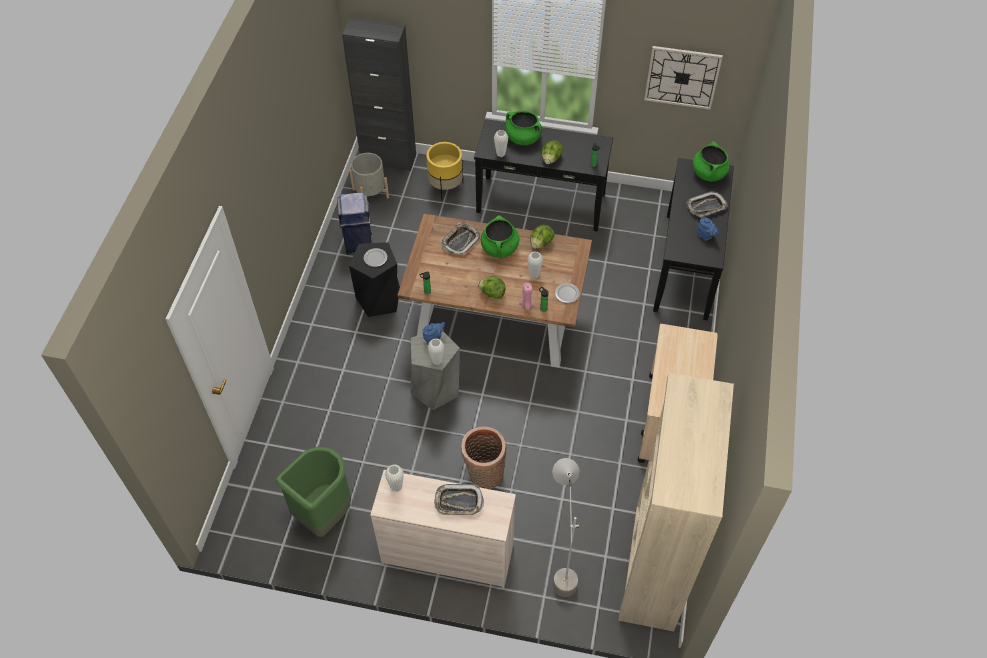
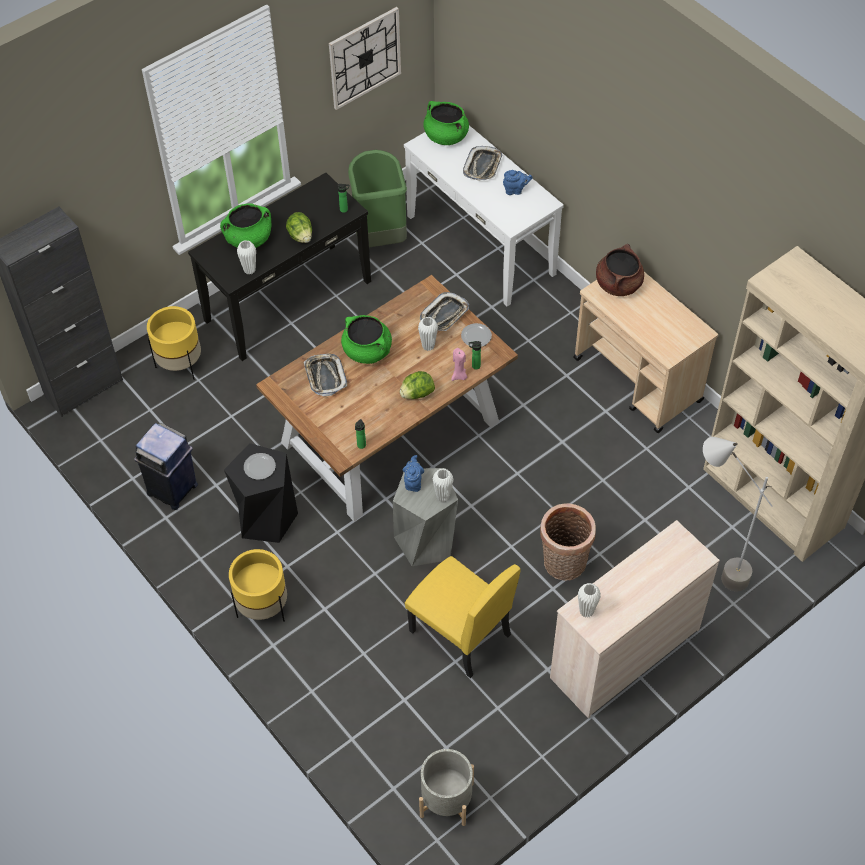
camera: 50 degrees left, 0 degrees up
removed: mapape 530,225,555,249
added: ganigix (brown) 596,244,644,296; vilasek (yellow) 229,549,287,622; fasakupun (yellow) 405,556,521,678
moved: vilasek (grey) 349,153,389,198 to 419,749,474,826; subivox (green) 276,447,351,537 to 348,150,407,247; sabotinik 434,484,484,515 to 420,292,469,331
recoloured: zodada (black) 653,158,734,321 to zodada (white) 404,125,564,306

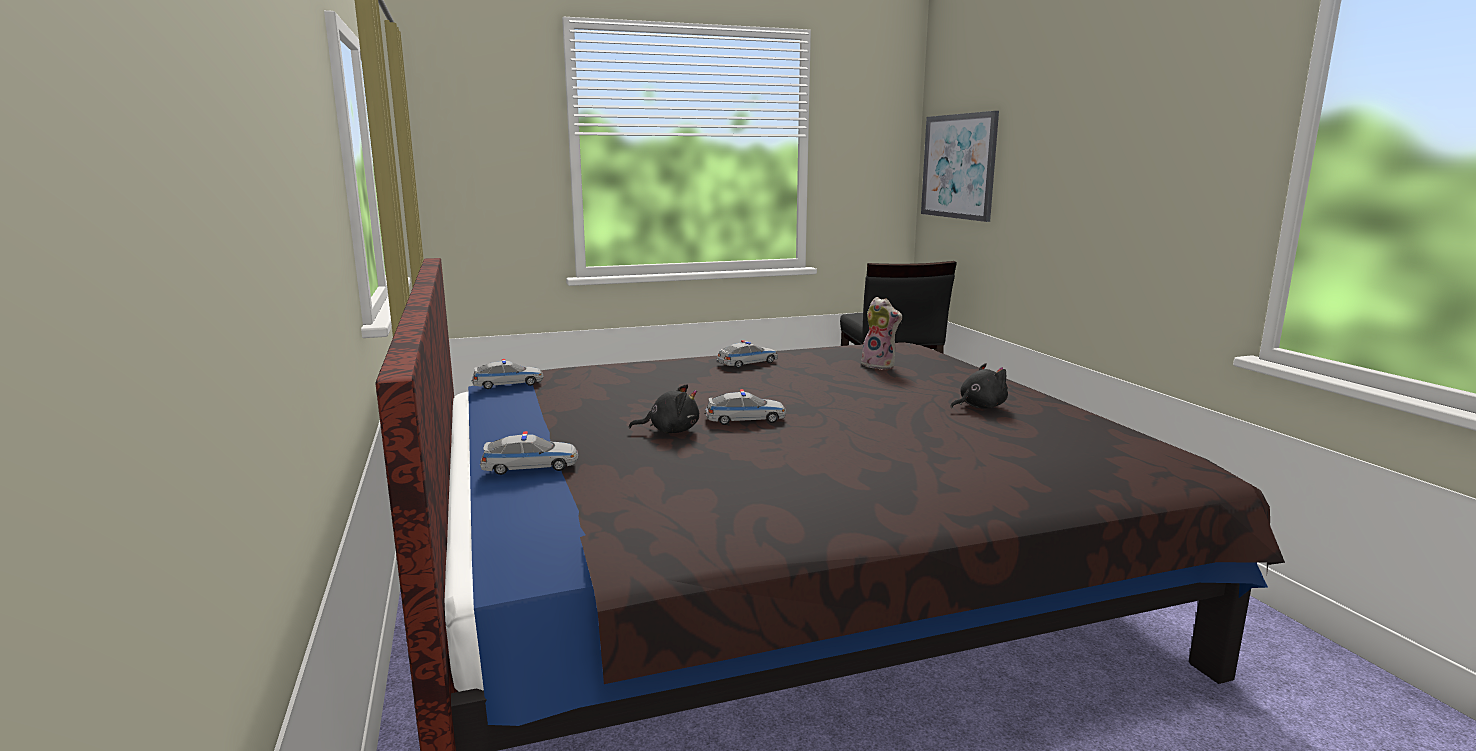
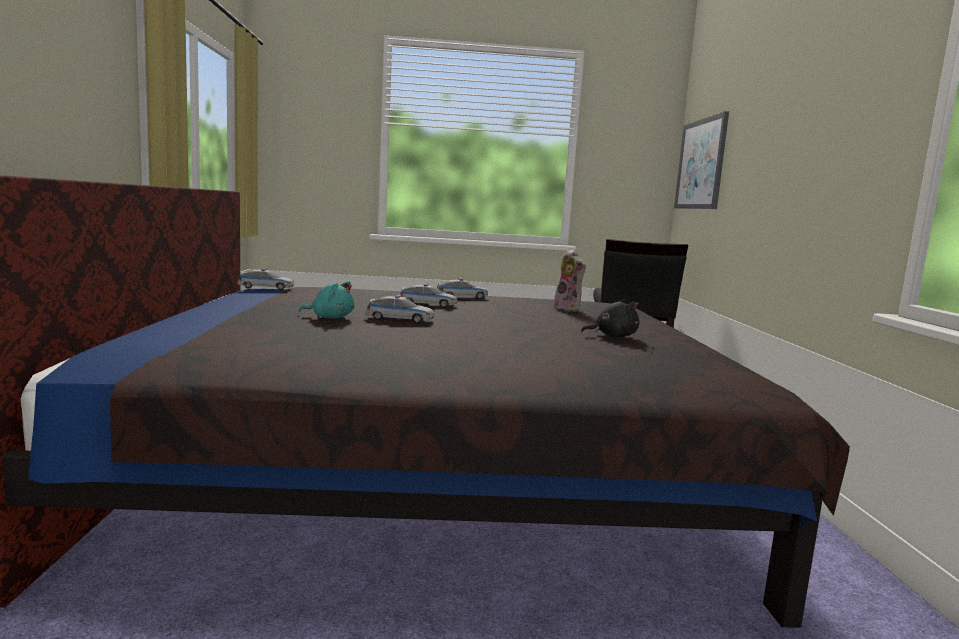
camera: 15 degrees right, 5 degrees down
moved: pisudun 480,431,578,475 to 400,283,457,308
recoloured: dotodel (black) 629,384,699,434 to dotodel (turquoise) 299,281,354,319

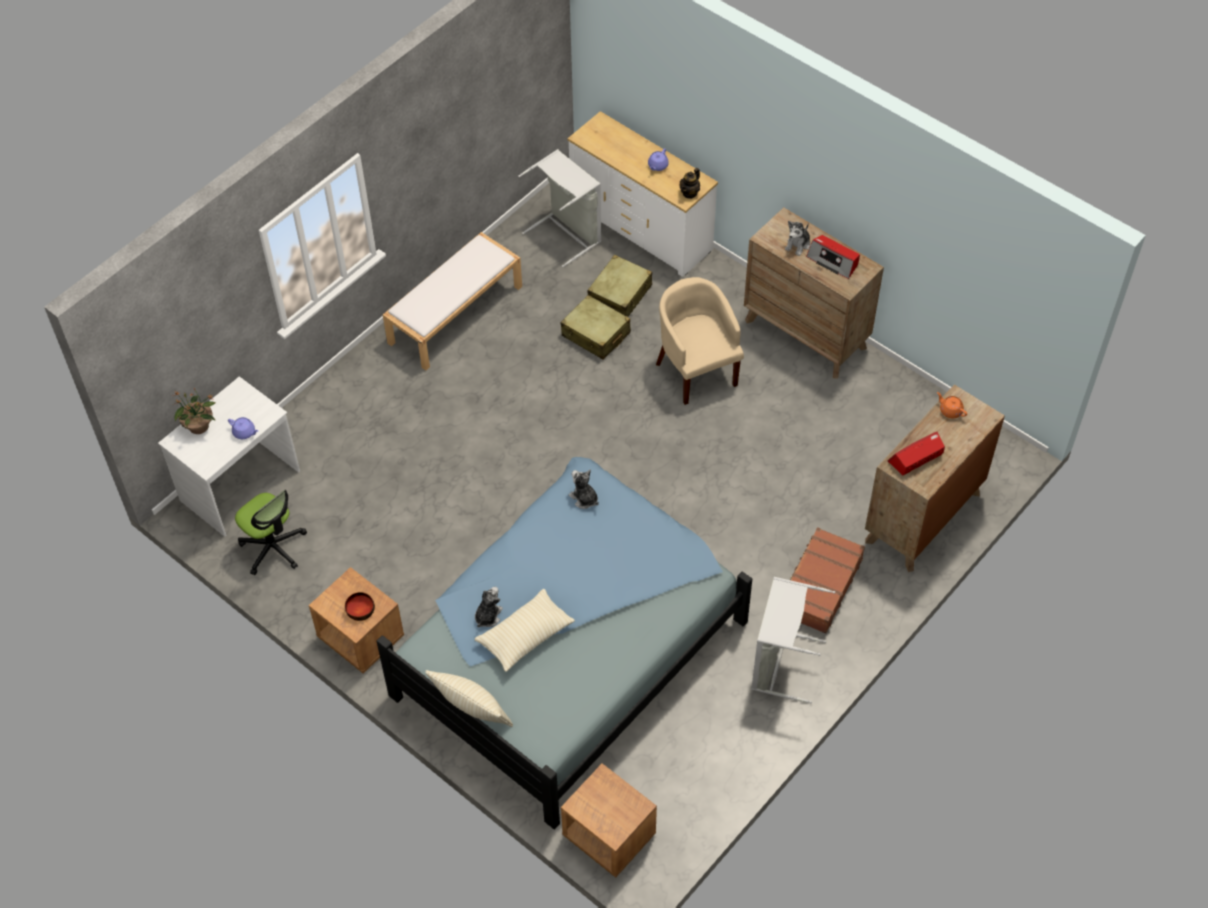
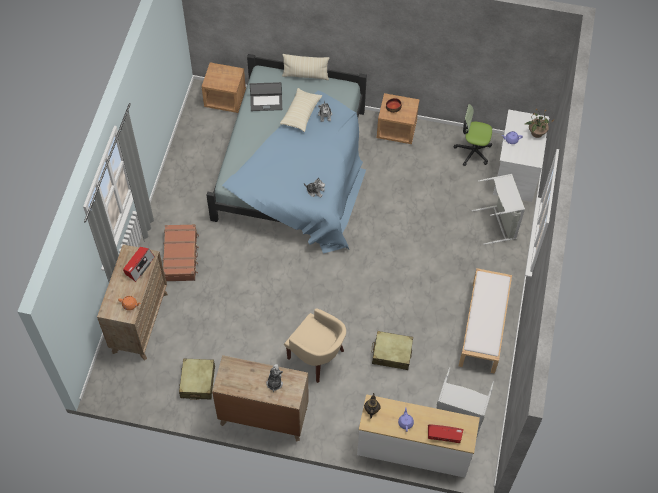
camera: 150 degrees right, 5 degrees up
added: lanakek 250,82,282,111
moved: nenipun 806,235,860,279 to 428,424,464,443; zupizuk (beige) 588,255,652,317 to 179,359,215,400; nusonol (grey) 751,577,835,703 to 472,174,525,245

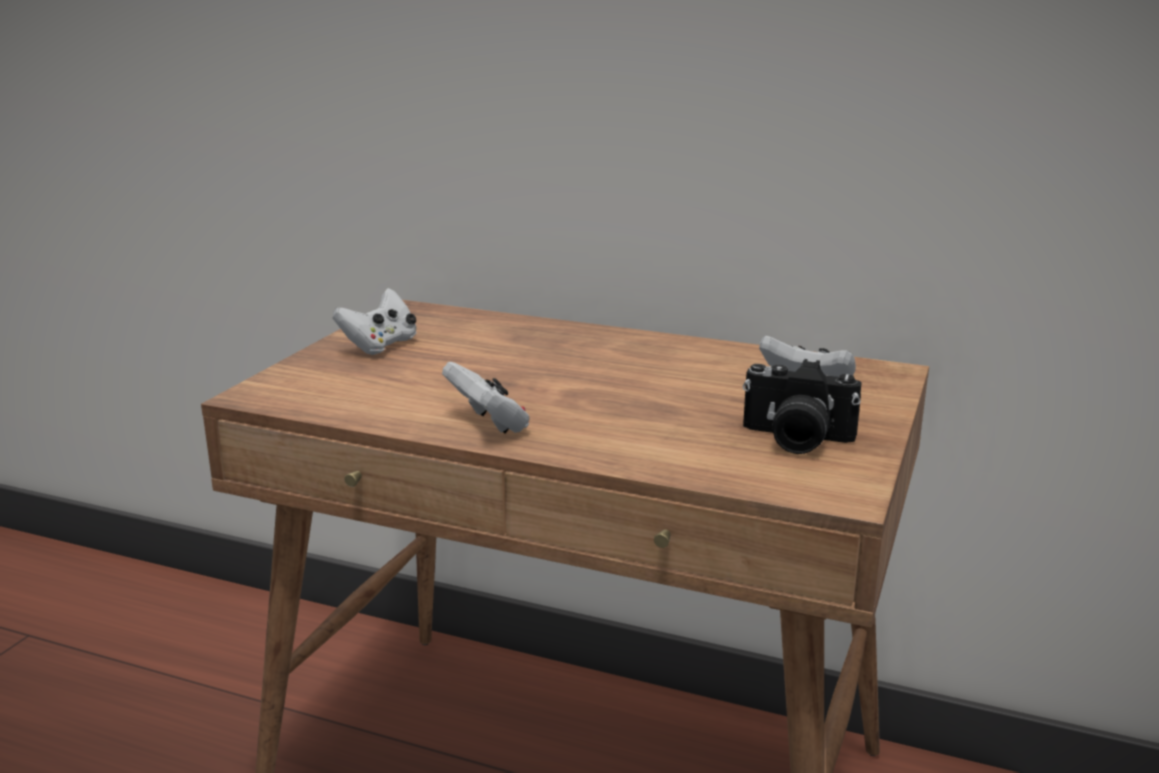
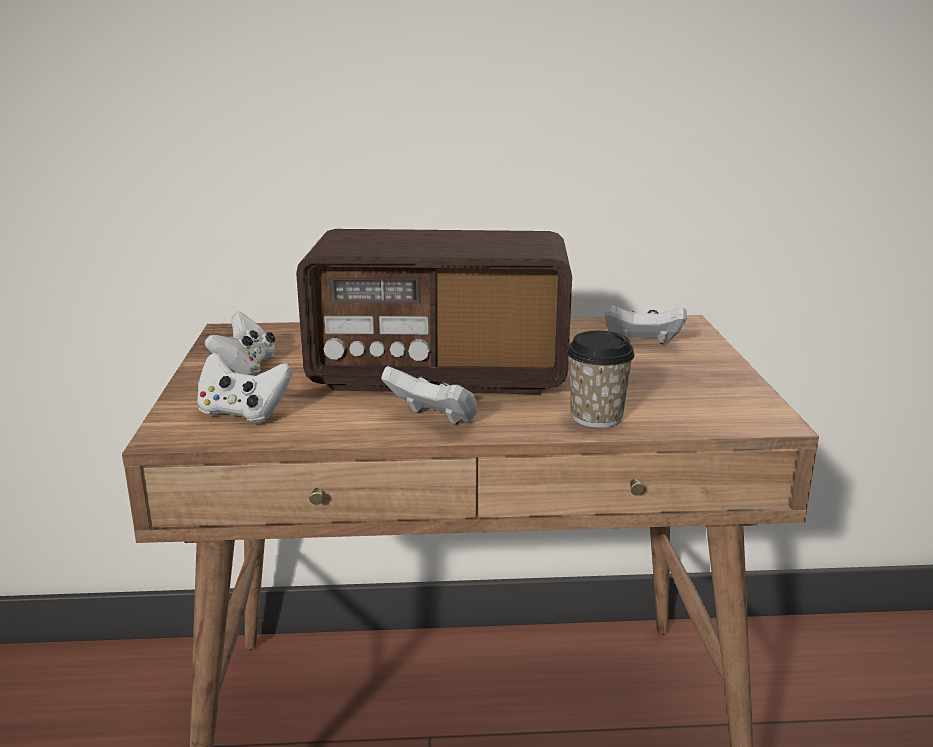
camera: 25 degrees left, 0 degrees up
removed: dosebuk 743,359,862,454
added: nenipun 296,229,572,394; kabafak 567,331,635,428; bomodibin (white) 197,352,293,423

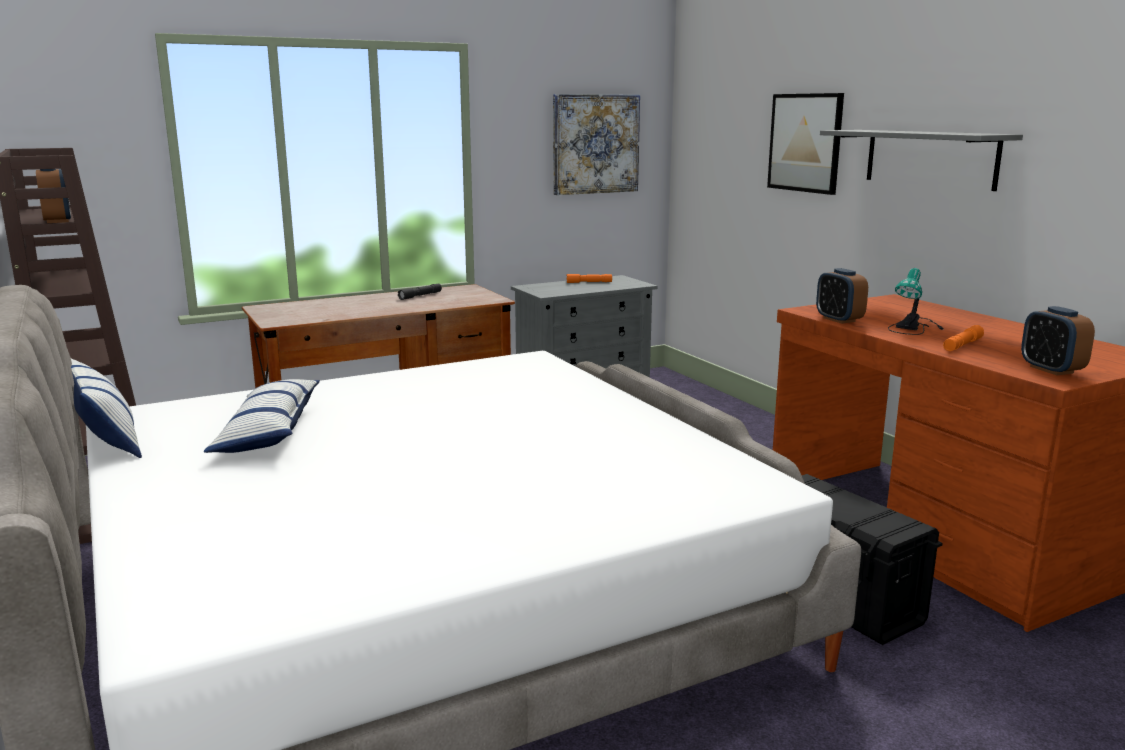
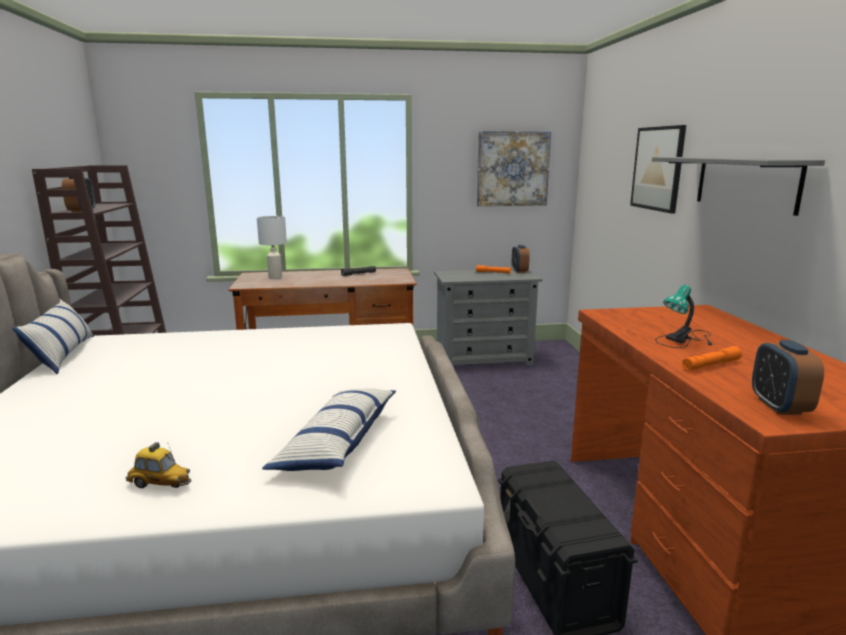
camera: 20 degrees right, 0 degrees up
added: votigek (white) 257,216,287,279; pisudun 125,442,191,488
moved: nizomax 816,268,868,324 to 512,245,530,273; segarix 204,379,320,453 to 262,388,396,471

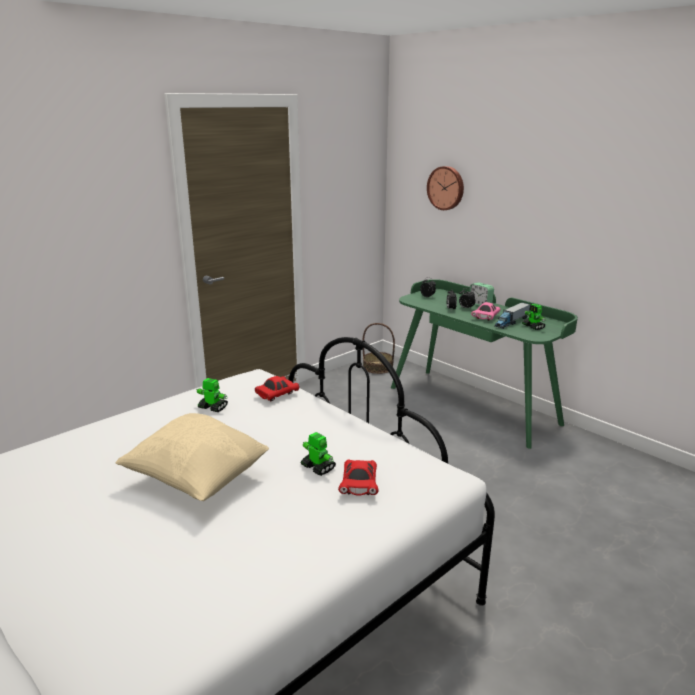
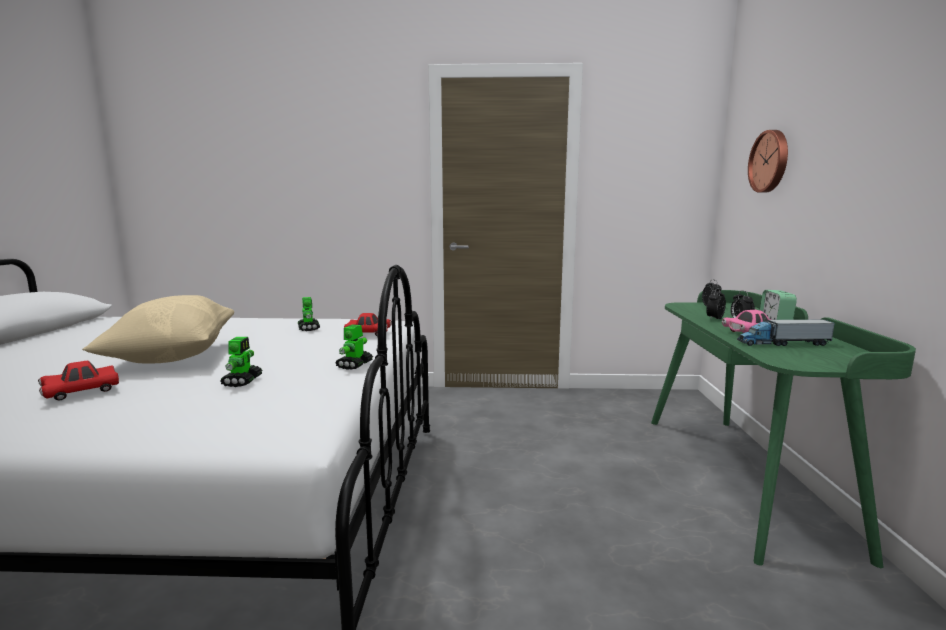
camera: 45 degrees right, 10 degrees down
removed: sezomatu 362,323,395,374
moved: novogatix 522,304,545,330 to 336,324,373,370; pisudun (red) 338,459,379,496 to 38,361,119,400

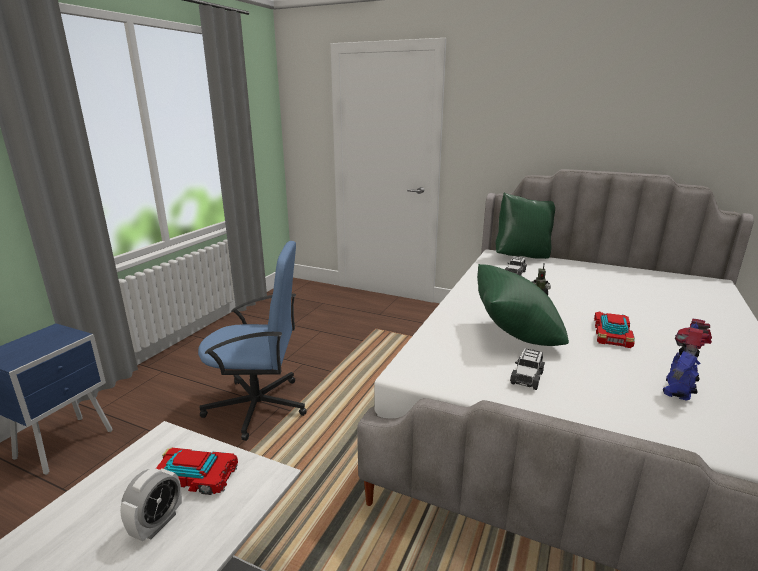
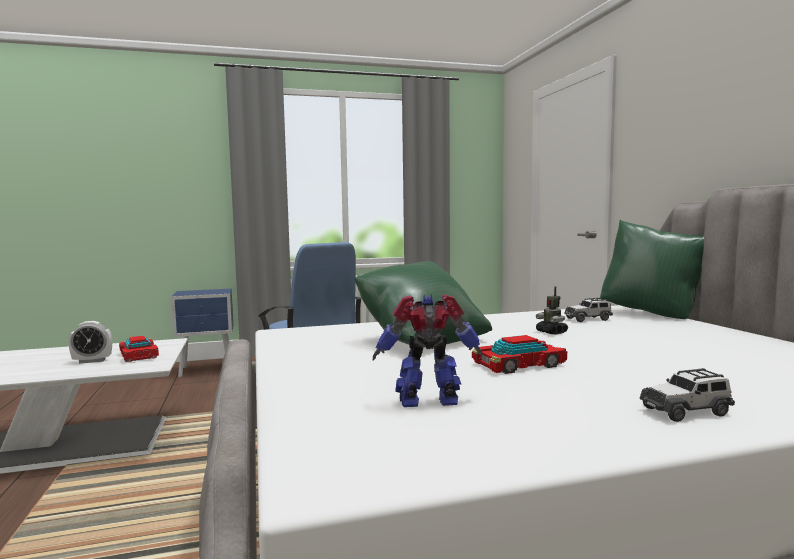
camera: 50 degrees right, 15 degrees down
moved: pisudun 510,348,545,390 to 639,368,735,422

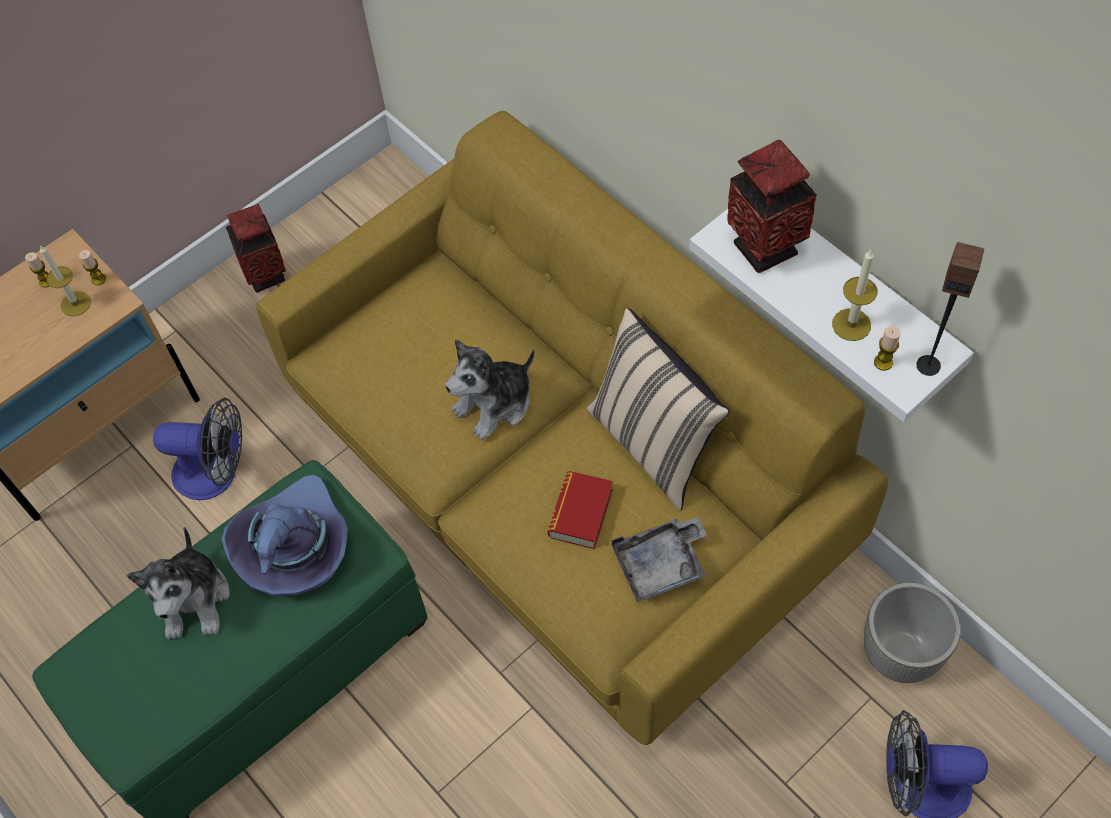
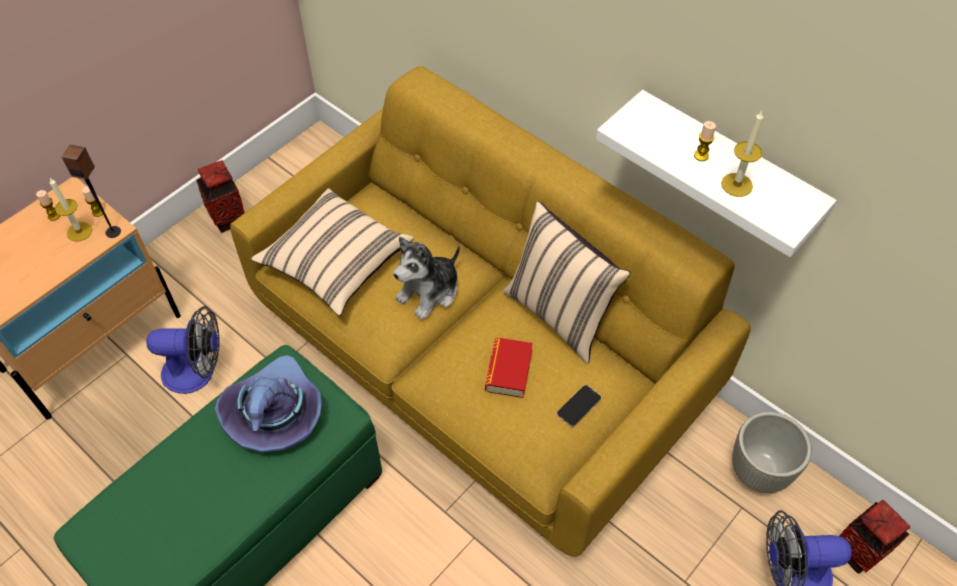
camera: 10 degrees left, 5 degrees down
removed: dotodel 127,527,230,639
added: segarix (beige) 252,188,413,316
moved: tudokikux 727,140,817,273 to 840,500,910,573; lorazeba 916,242,984,376 to 62,144,121,238; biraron 874,326,901,371 to 694,121,716,161
replaced: sabotinik (grey) 612,517,707,603 to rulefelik 557,385,601,427

